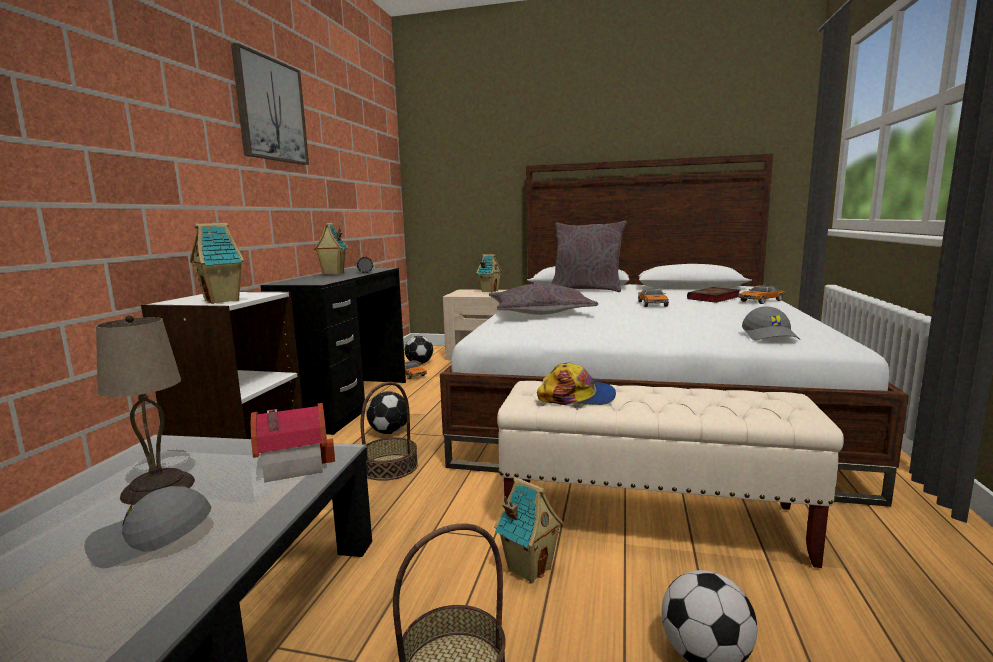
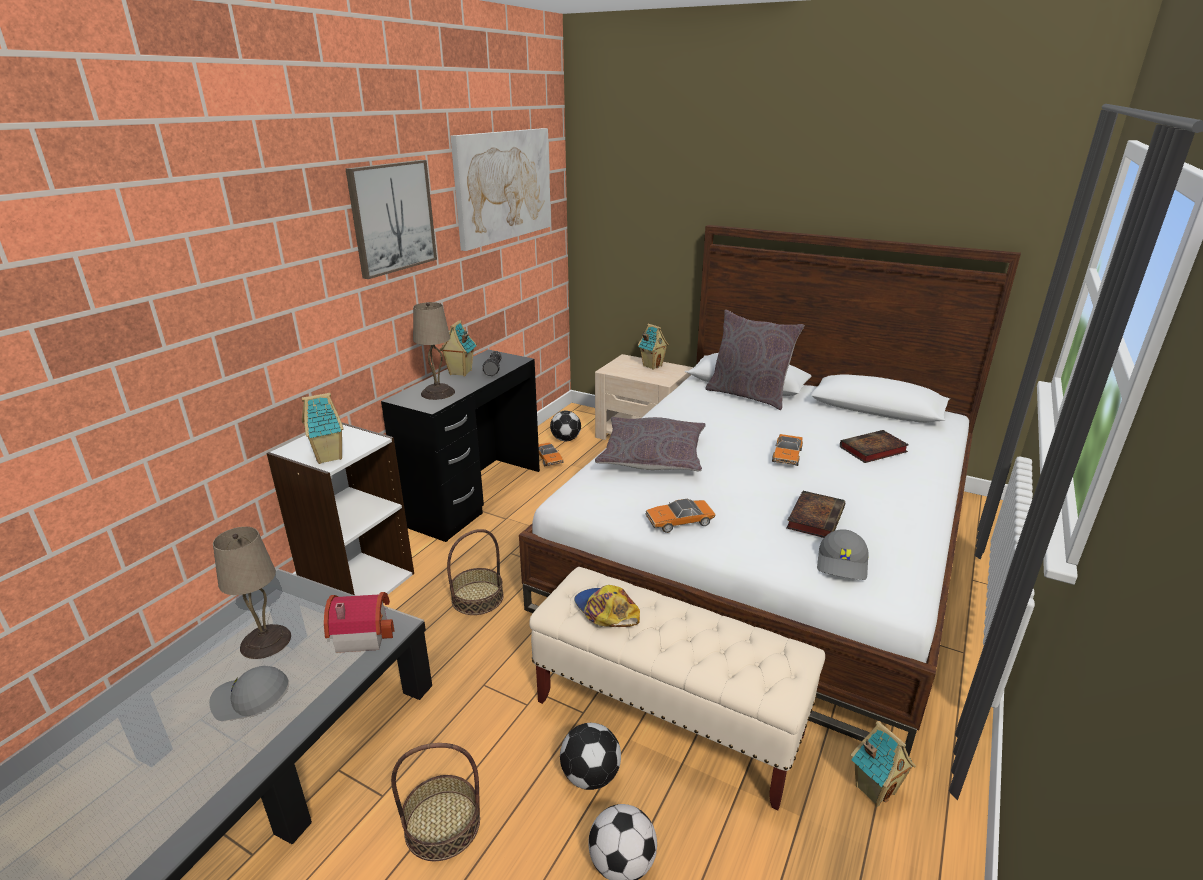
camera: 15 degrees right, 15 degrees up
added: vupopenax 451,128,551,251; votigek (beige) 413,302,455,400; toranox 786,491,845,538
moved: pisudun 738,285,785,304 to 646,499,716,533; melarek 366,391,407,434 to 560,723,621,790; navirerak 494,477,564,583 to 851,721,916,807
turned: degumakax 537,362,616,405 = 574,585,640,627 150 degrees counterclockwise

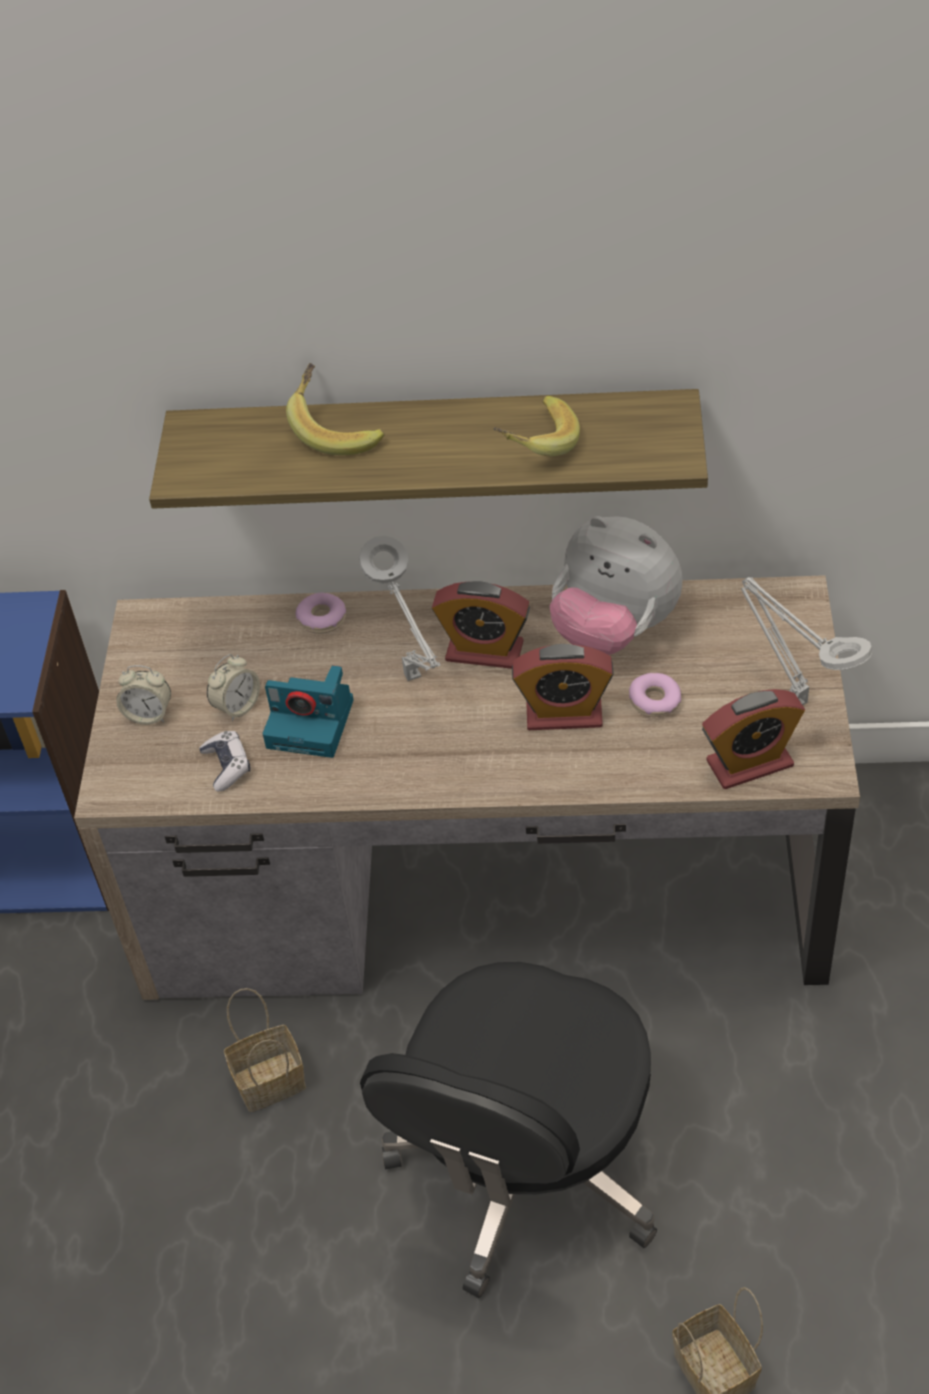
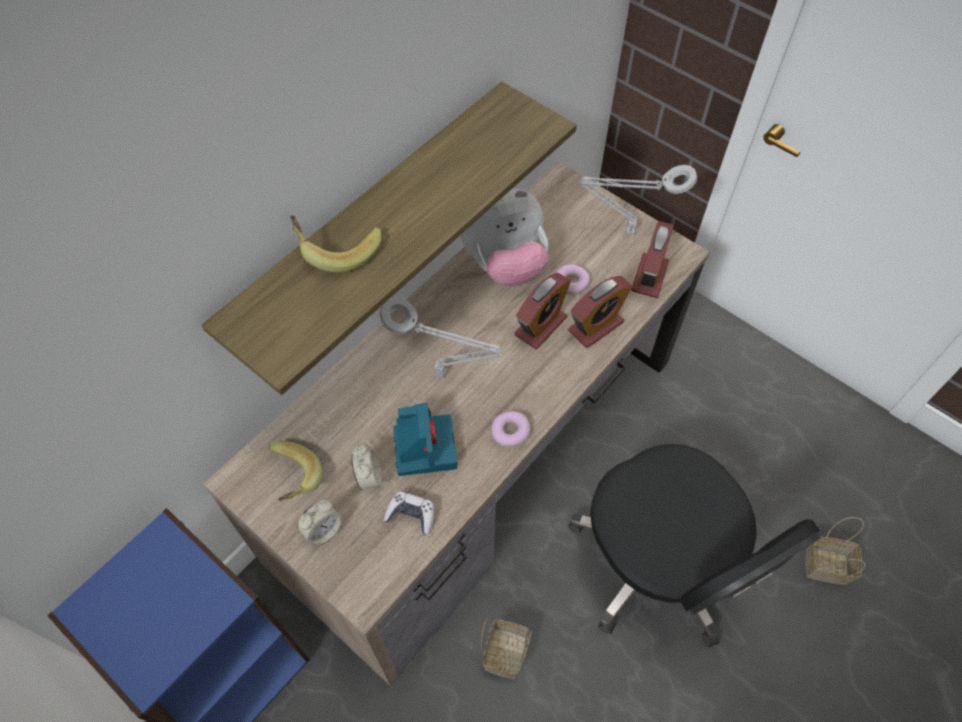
camera: 55 degrees left, 10 degrees up
moved: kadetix 493,396,580,457 to 269,441,323,501; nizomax 432,581,530,669 to 568,276,632,348; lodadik 296,593,346,634 to 492,411,530,447
turned: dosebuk 263,666,354,758 = 393,403,457,476 60 degrees counterclockwise

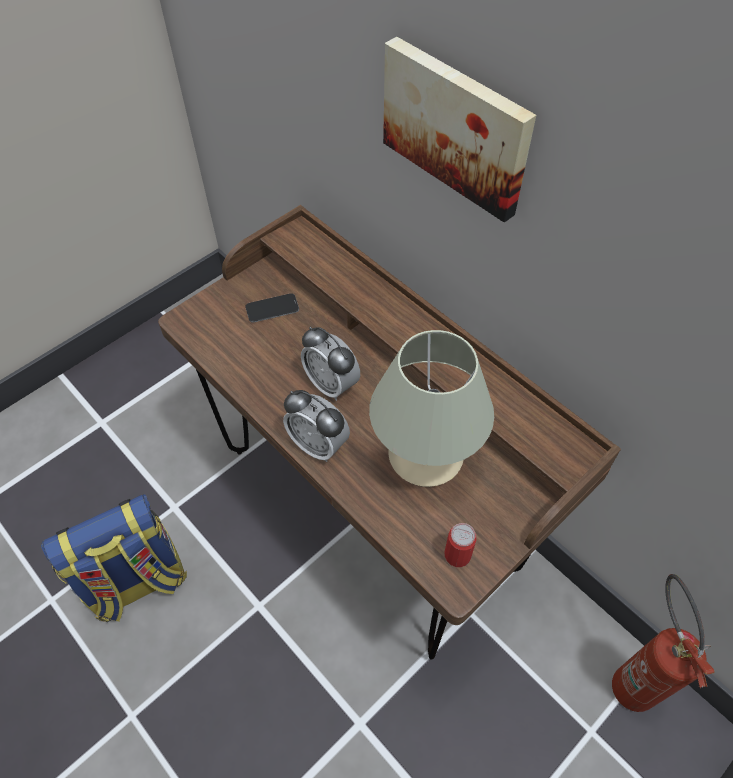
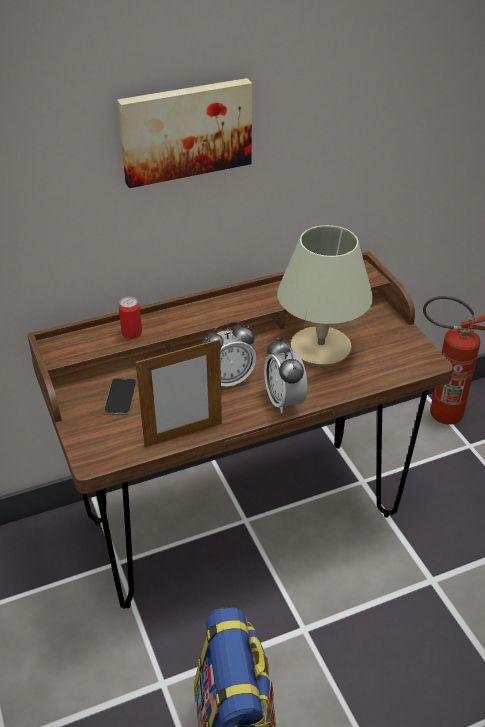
camera: 70 degrees left, 15 degrees down
added: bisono 135,339,222,447
moved: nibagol 444,523,477,567 to 119,297,142,339
turned: nizomax 283,390,350,462 = 264,338,307,414 105 degrees clockwise

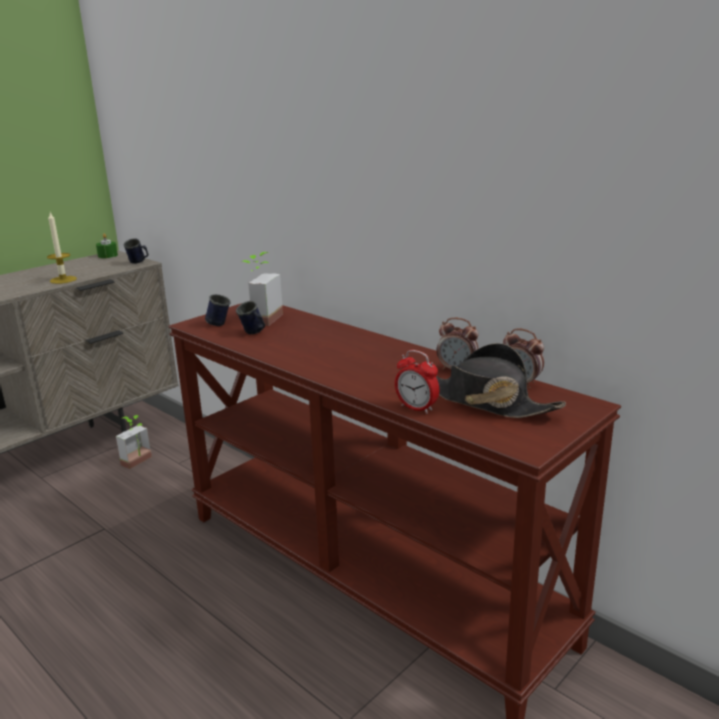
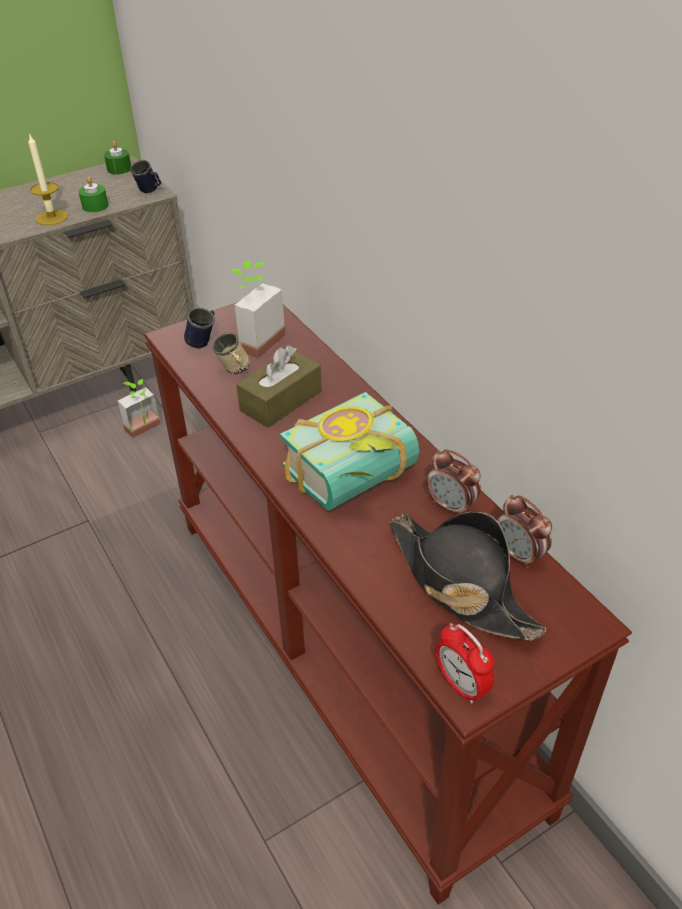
camera: 15 degrees right, 20 degrees up
added: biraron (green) 78,176,108,212; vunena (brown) 236,345,322,428; toranox 280,392,419,510
moved: nizomax 395,350,439,414 to 435,623,494,704
recoloured: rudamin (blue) 236,301,266,334 to rudamin (beige) 212,332,250,374

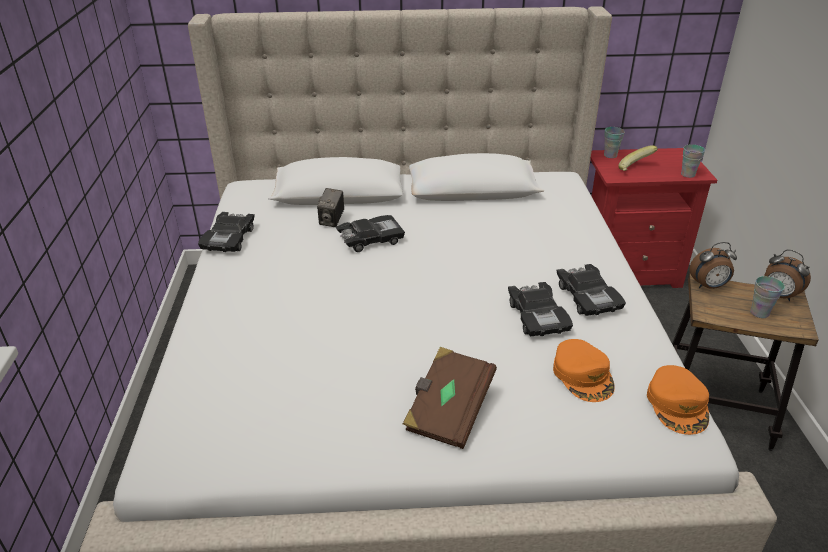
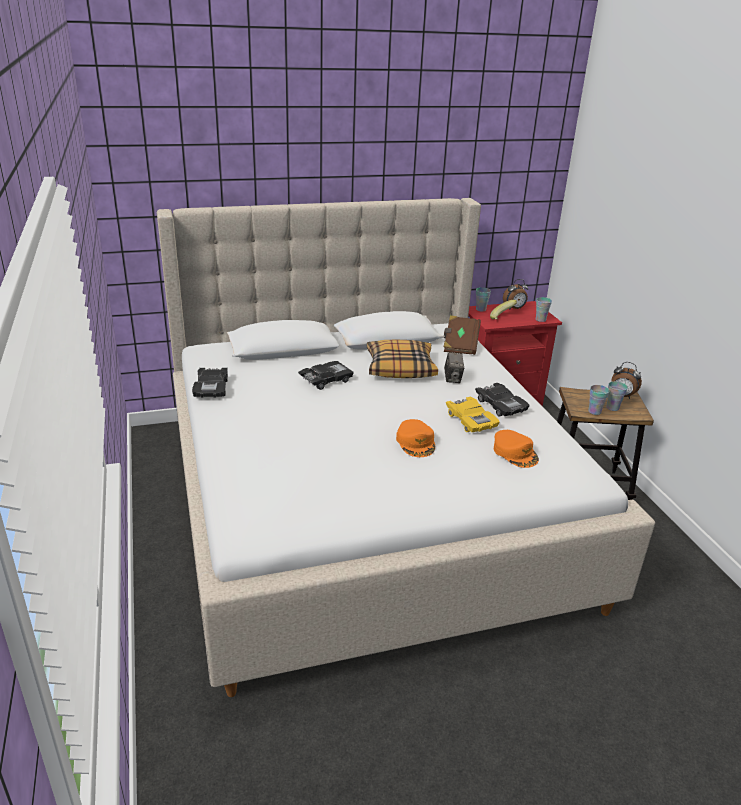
camera: 15 degrees left, 5 degrees down
added: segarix 367,340,438,378; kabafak 588,385,610,415
moved: dosebuk 317,188,344,227 to 444,352,464,383; nizomax 689,242,737,289 to 503,279,528,310; toranox (brown) 403,347,497,449 to 444,315,481,355; degumakax (orange) 647,365,709,435 to 396,419,435,457
recoloured: pisudun (black) 508,282,573,336 to pisudun (yellow) 446,397,500,432

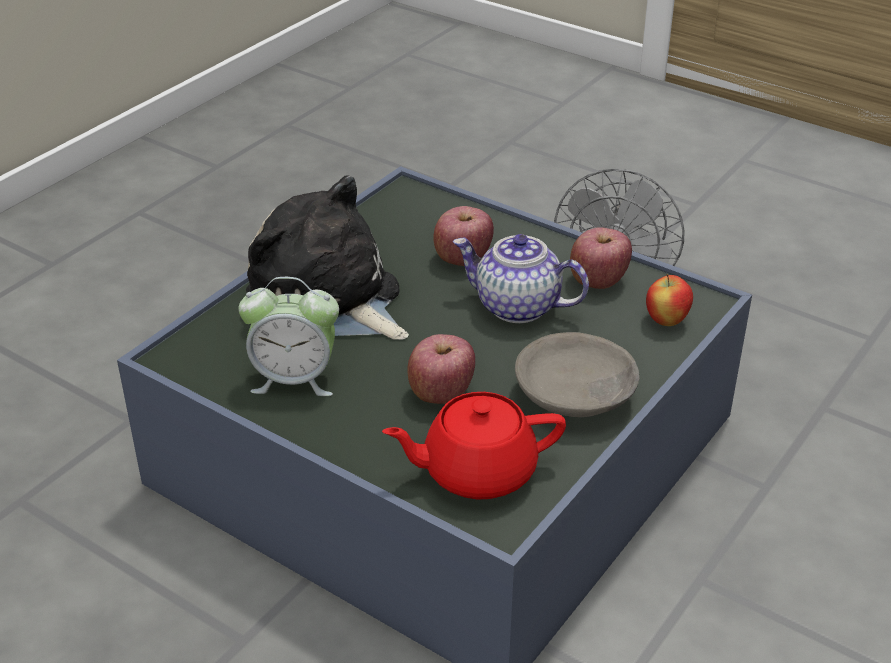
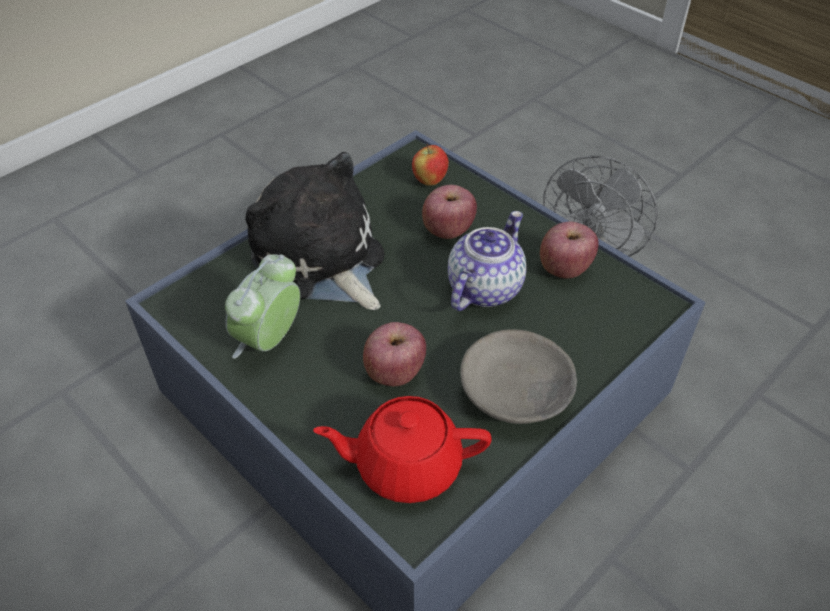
camera: 10 degrees right, 10 degrees up
moved: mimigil 646,274,693,326 to 412,144,449,186
turned: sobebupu 453,234,589,323 = 448,211,527,311 90 degrees clockwise; nizomax 238,277,339,396 = 225,254,300,359 105 degrees clockwise

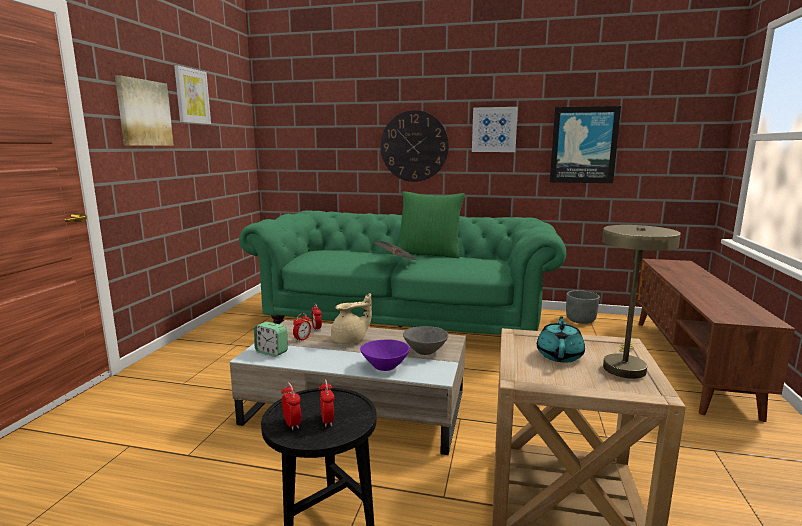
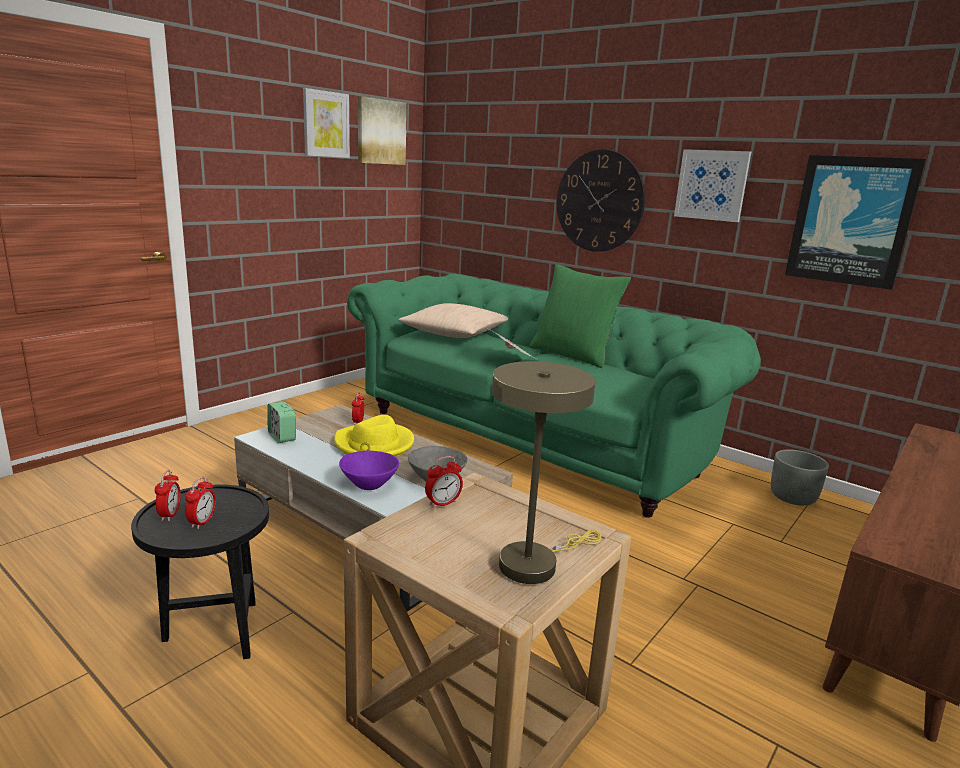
camera: 25 degrees right, 5 degrees up
removed: sobebupu (turquoise) 537,316,585,362
added: segarix (beige) 398,303,508,338
moved: vupopenax 115,75,174,146 to 358,96,407,165; nizomax 293,313,311,342 to 425,456,463,508
replaced: sobebupu (beige) 331,293,372,344 to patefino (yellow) 334,415,414,457

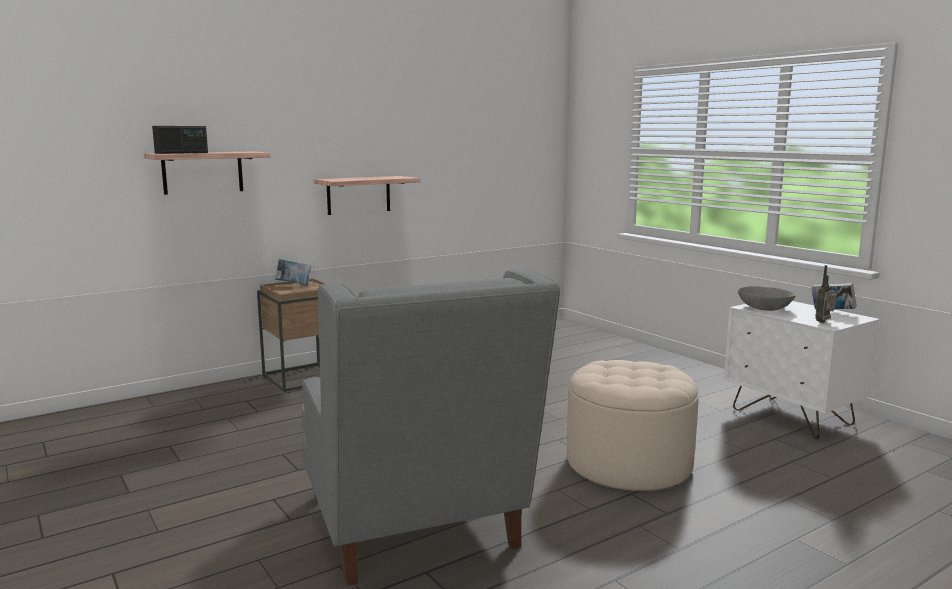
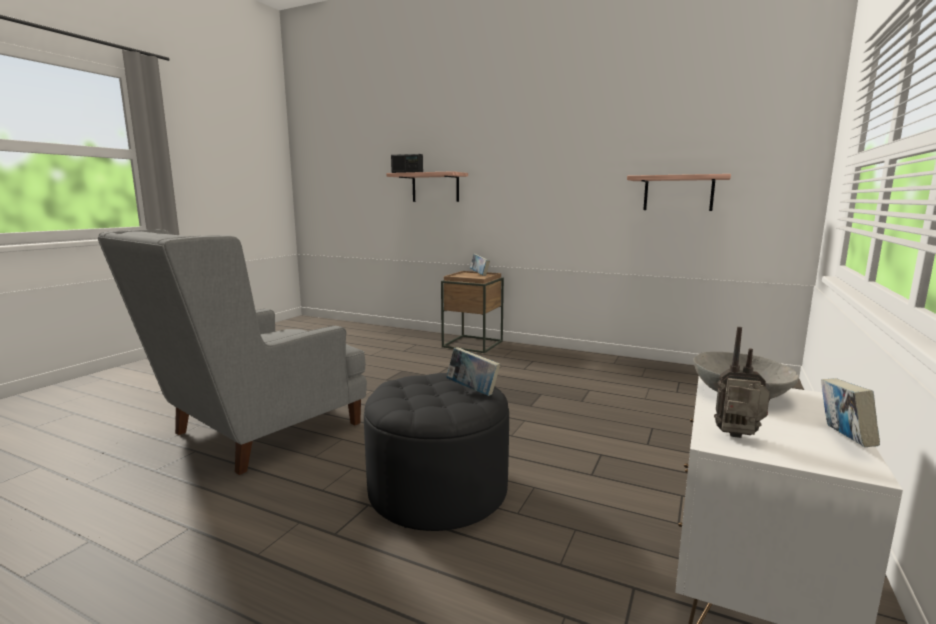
camera: 60 degrees right, 0 degrees up
added: toranox 446,347,500,396
moved: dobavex 314,176,420,215 to 627,174,731,211
recoloured: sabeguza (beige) 567,360,699,491 to sabeguza (black) 364,373,509,531

